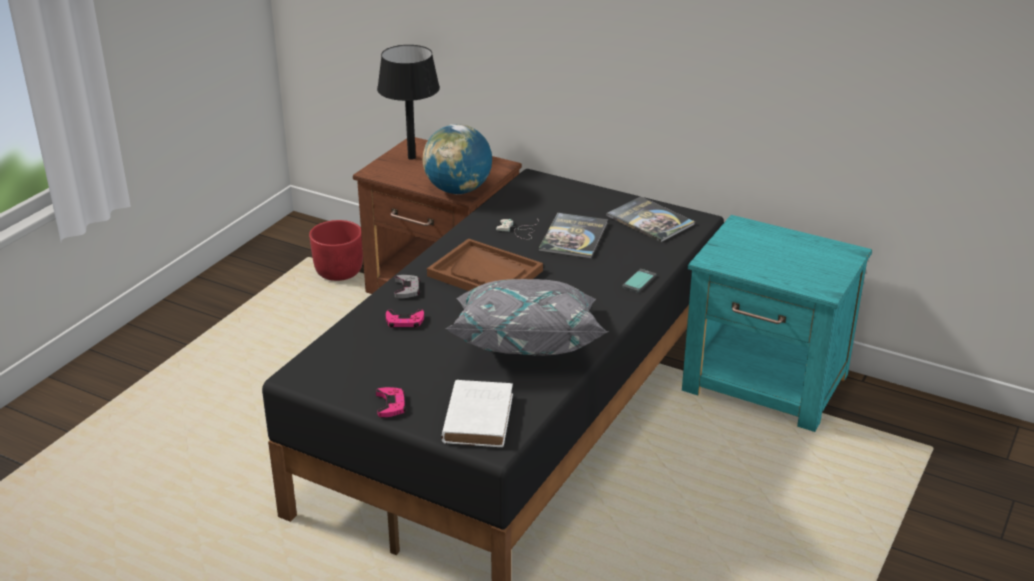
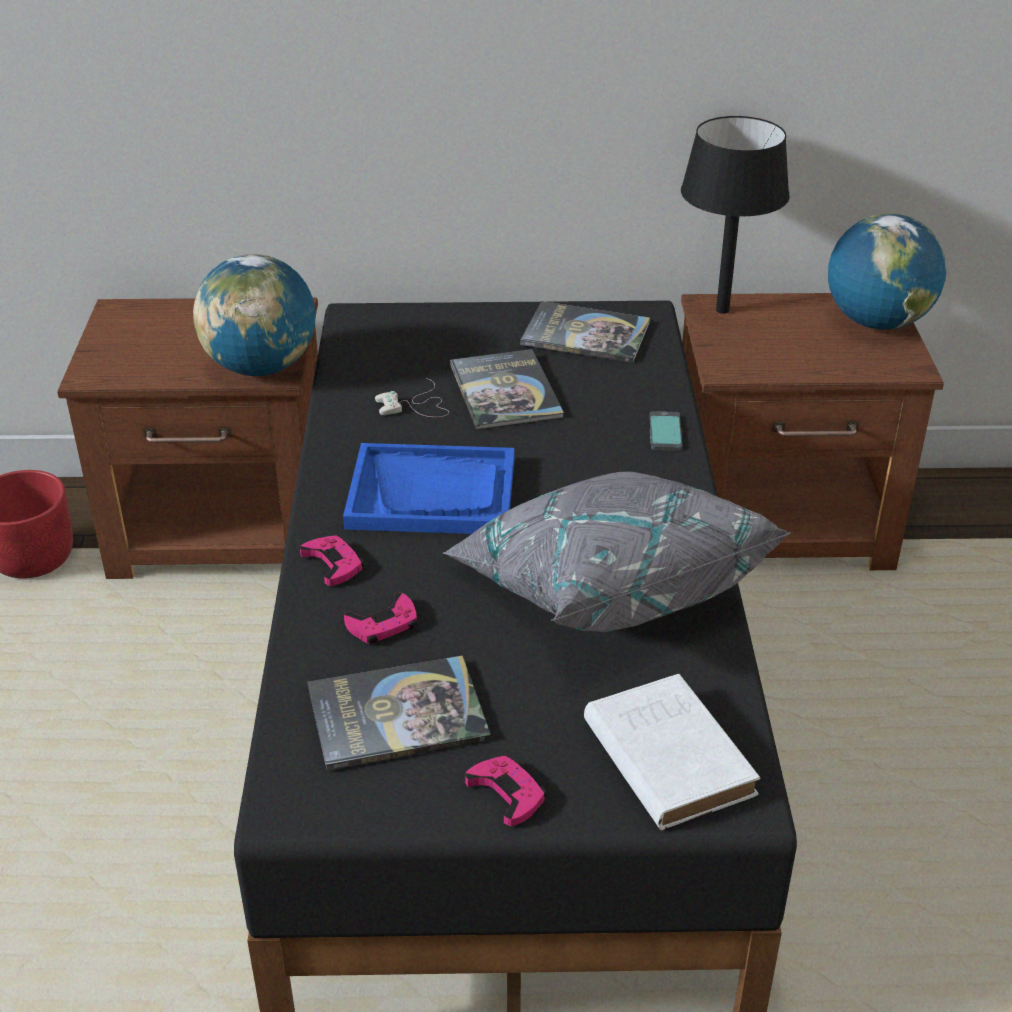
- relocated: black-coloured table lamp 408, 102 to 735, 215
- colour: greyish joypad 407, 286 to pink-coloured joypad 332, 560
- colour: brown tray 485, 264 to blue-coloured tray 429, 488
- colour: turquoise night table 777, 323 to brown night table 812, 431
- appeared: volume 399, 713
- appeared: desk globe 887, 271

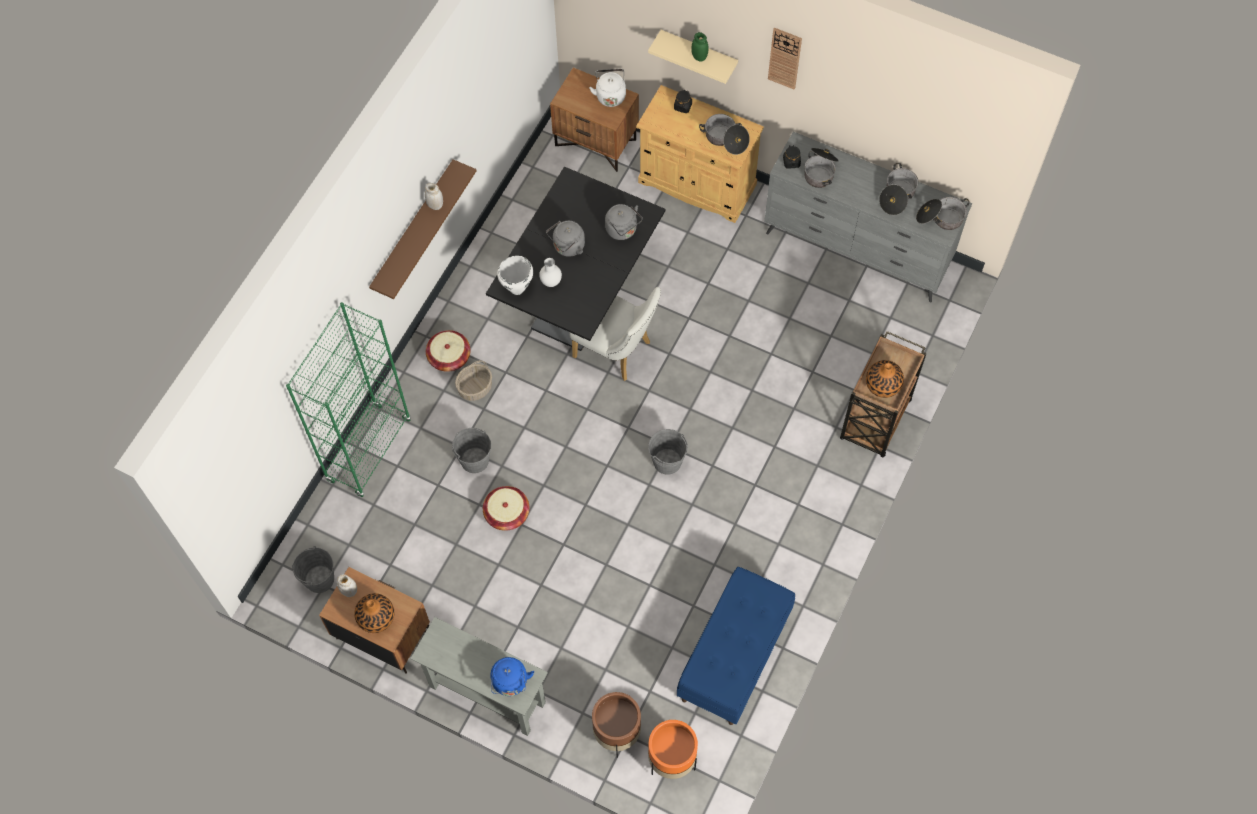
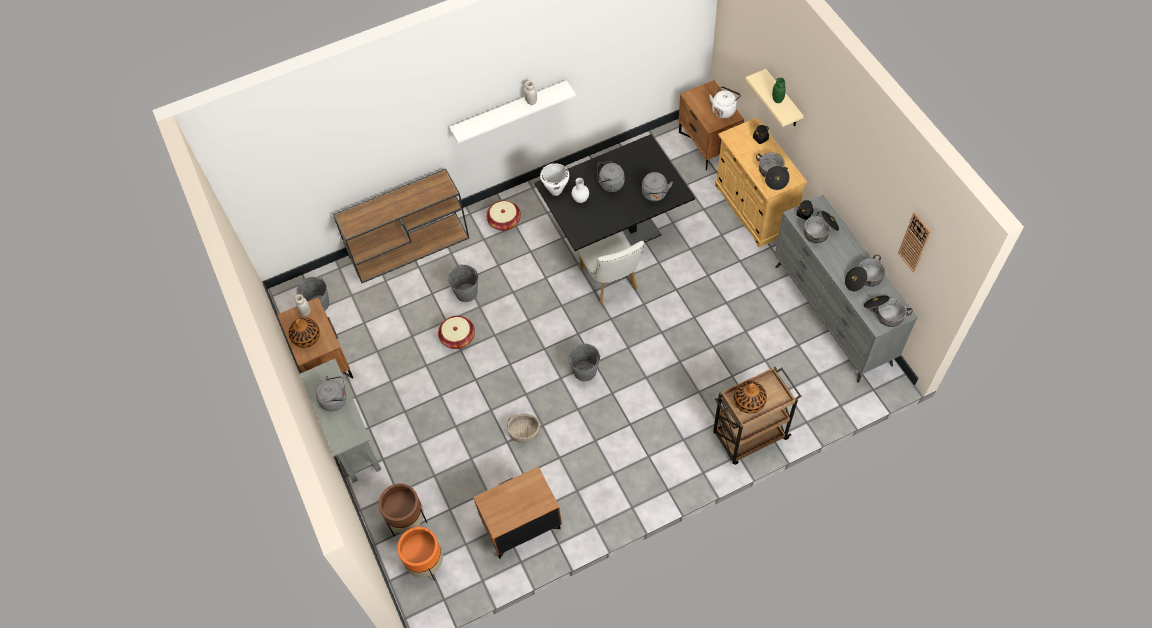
- exchanged: green shelving unit 348, 400 to brown console table 401, 226
- colour: brown wall shelf 422, 229 to whitish wall shelf 512, 111
- relocated: basket 473, 380 to 523, 428
- missing: blue-coloured tea kettle 512, 676
- exchanged: blue-coloured bench 736, 646 to brown night table 517, 512
- relocated: hanging clock 785, 58 to 914, 242
- appeared: greyish tea kettle 331, 394

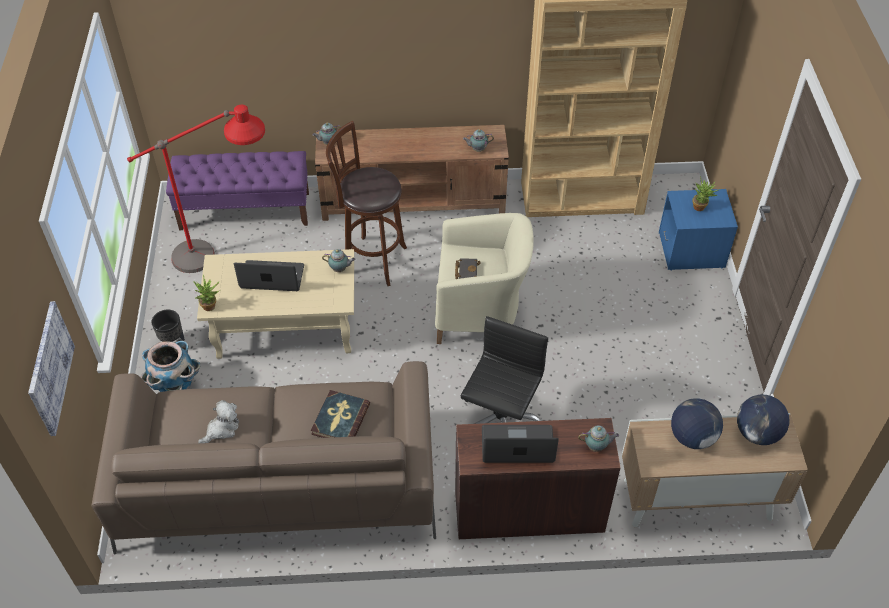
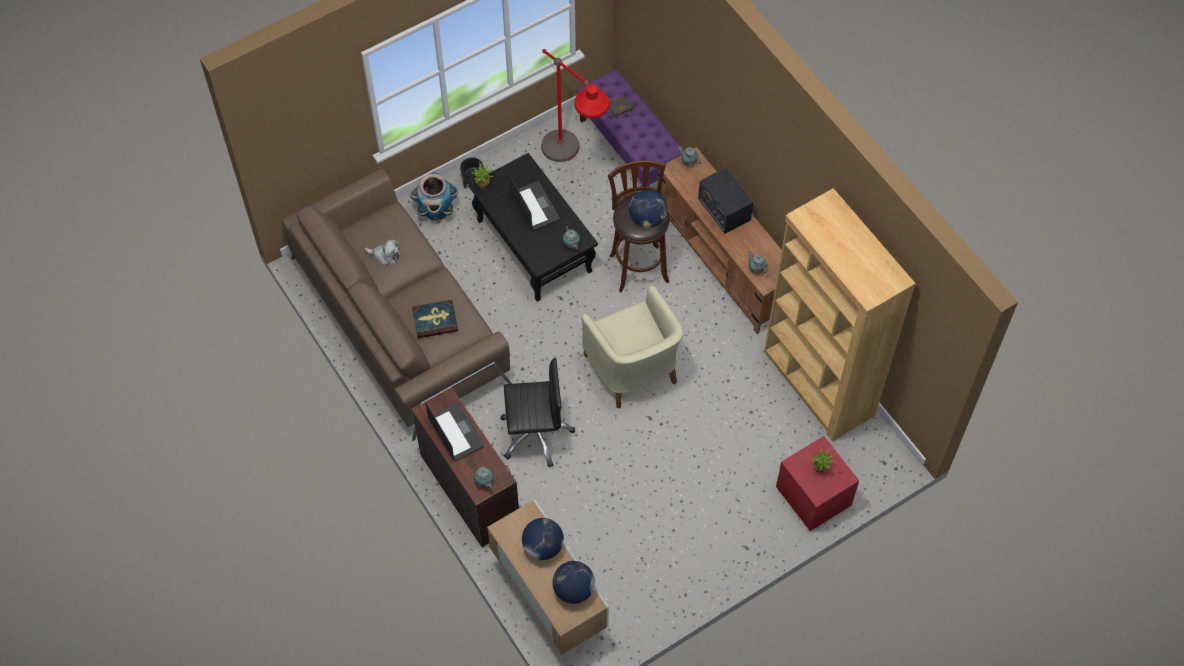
- missing: picture 51, 368
- colour: beige lounge table 275, 304 to black-coloured lounge table 533, 227
- relocated: black-coloured volume 467, 268 to 622, 107
- colour: blue-coloured night table 698, 230 to reddish night table 817, 483
- appeared: desk globe 648, 208
- appeared: radio 725, 201

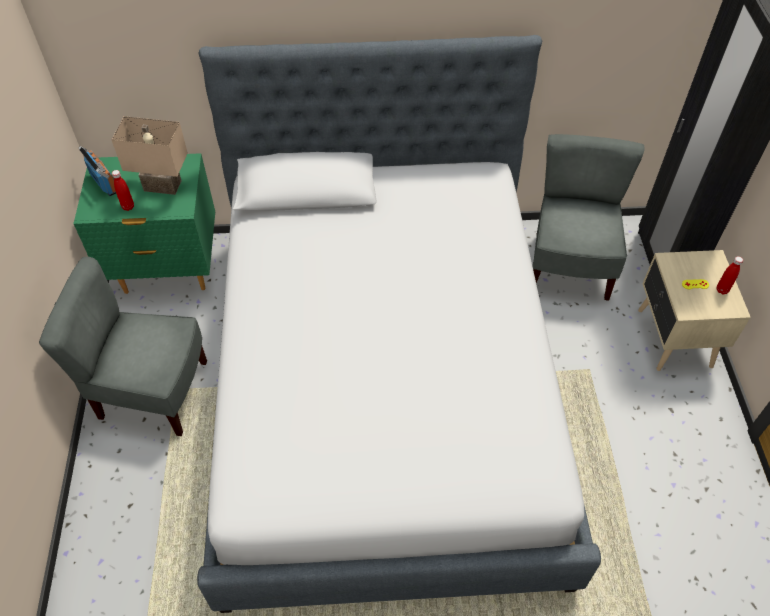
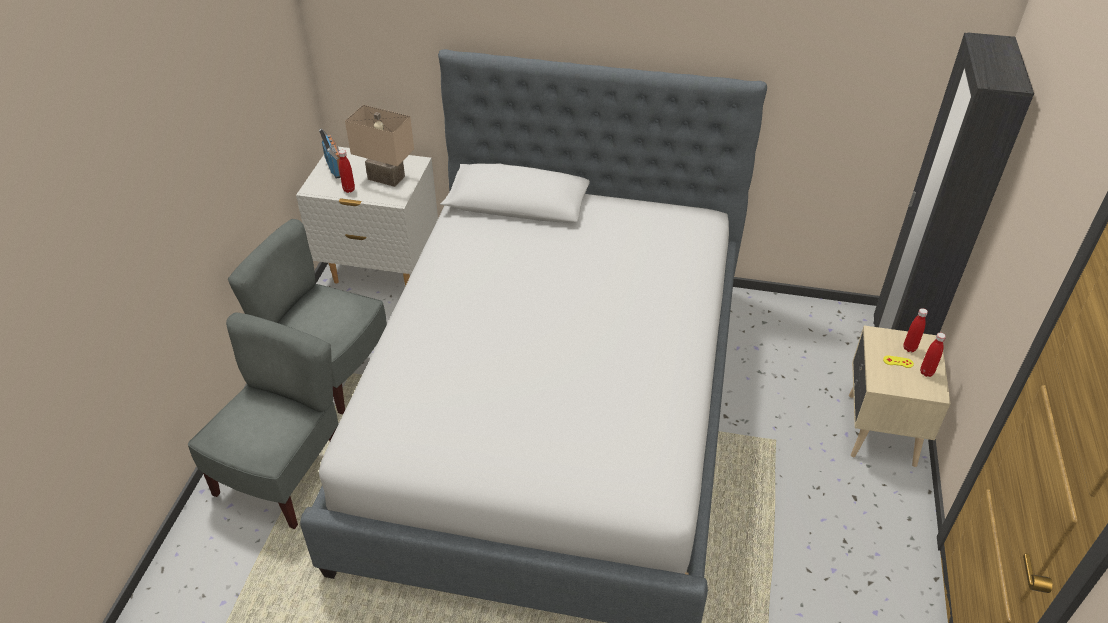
- colour: green night table 144, 223 to whitish night table 367, 216
- relocated: greyish chair 589, 217 to 263, 420
- appeared: reddish beverage bottle 915, 330

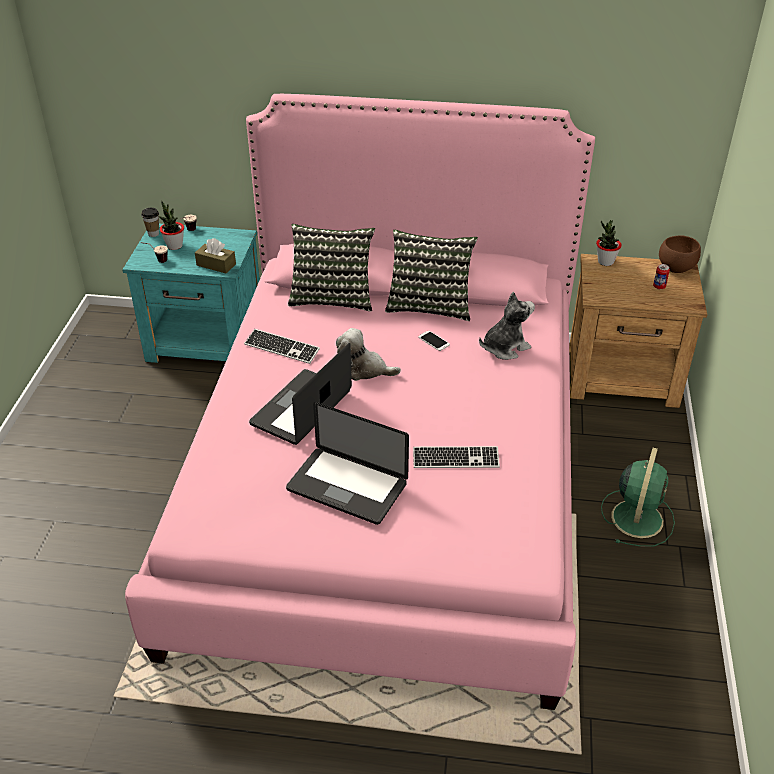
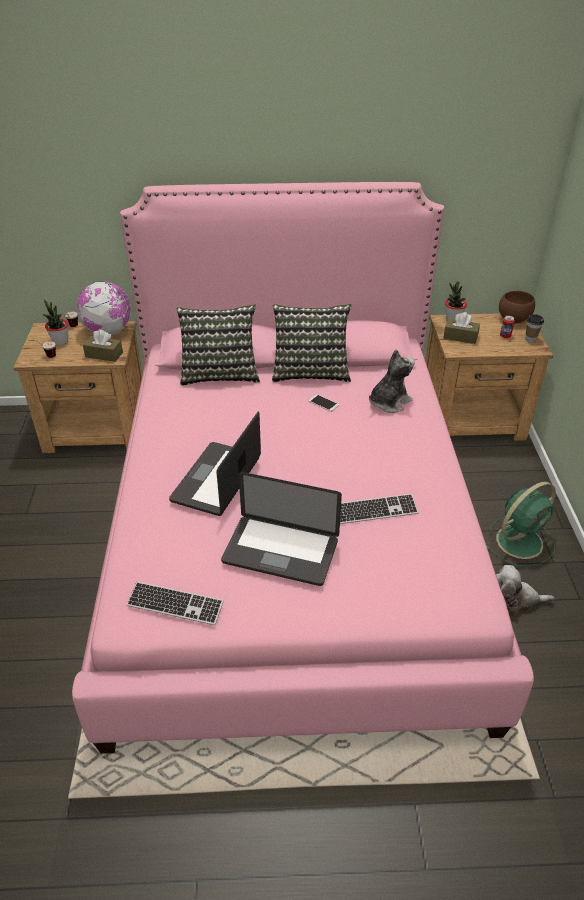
- colour: turquoise night table 191, 293 to brown night table 78, 387
- relocated: cup 150, 222 to 534, 328
- relocated: computer keyboard 282, 346 to 175, 603
- relocated: plush toy 368, 354 to 525, 589
- spun: green fan 638, 497 = 521, 524 45 degrees clockwise
- appeared: desk globe 104, 308
- appeared: brown tissue box 461, 328

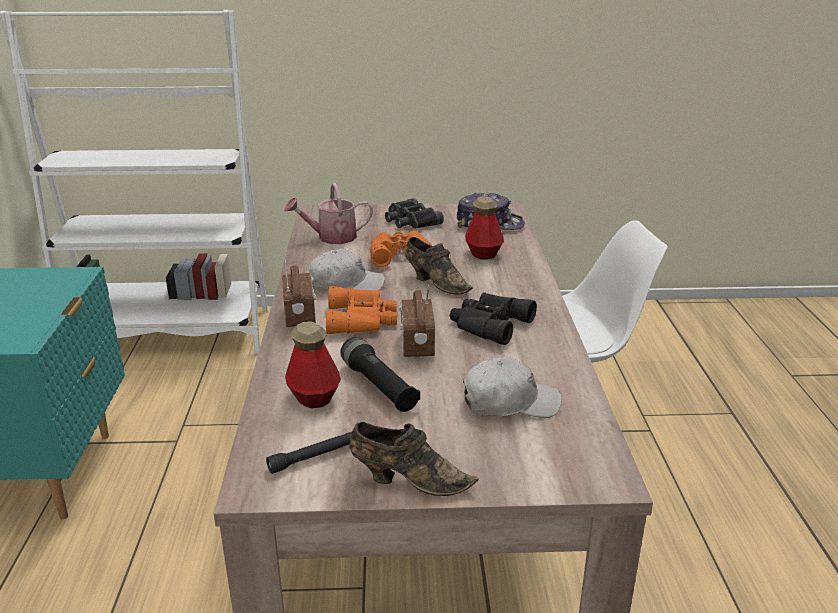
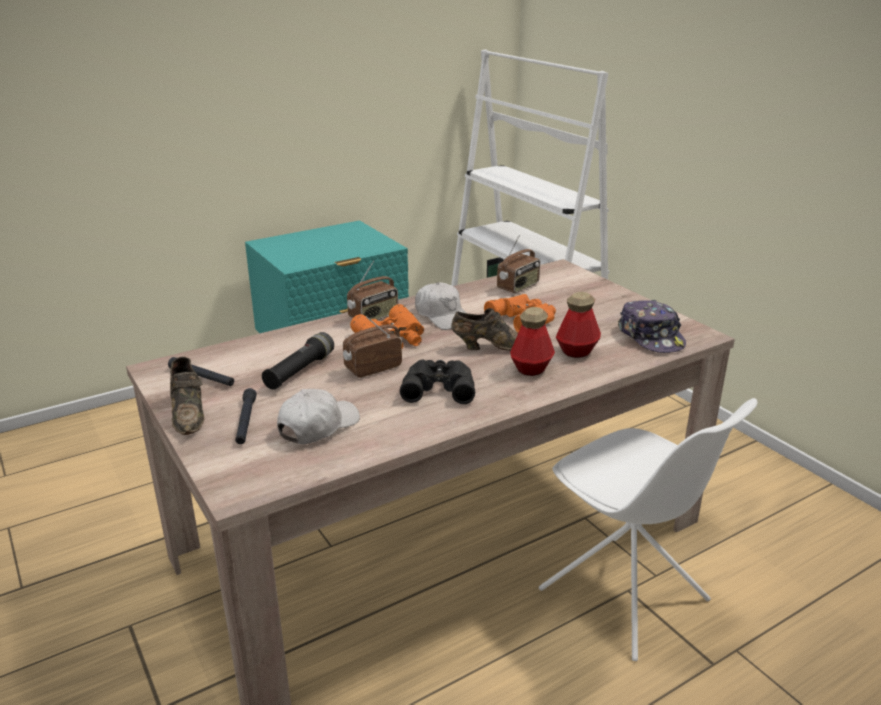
- exchanged: watering pot 328, 213 to radio 518, 264
- relocated: beverage bottle 313, 364 to 532, 341
- missing: black-coloured binoculars 414, 213
- spun: brown low shoe 439, 265 = 484, 329 105 degrees counterclockwise
- spun: whitish peaked cap 512, 387 = 318, 416 105 degrees counterclockwise
- appeared: black-coloured torch 245, 416

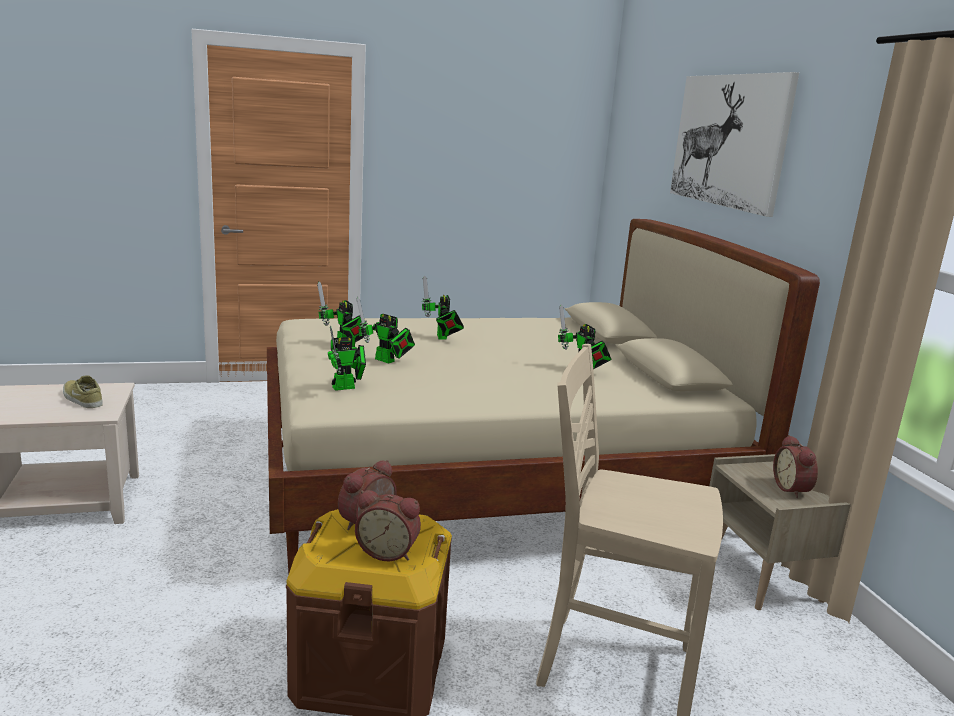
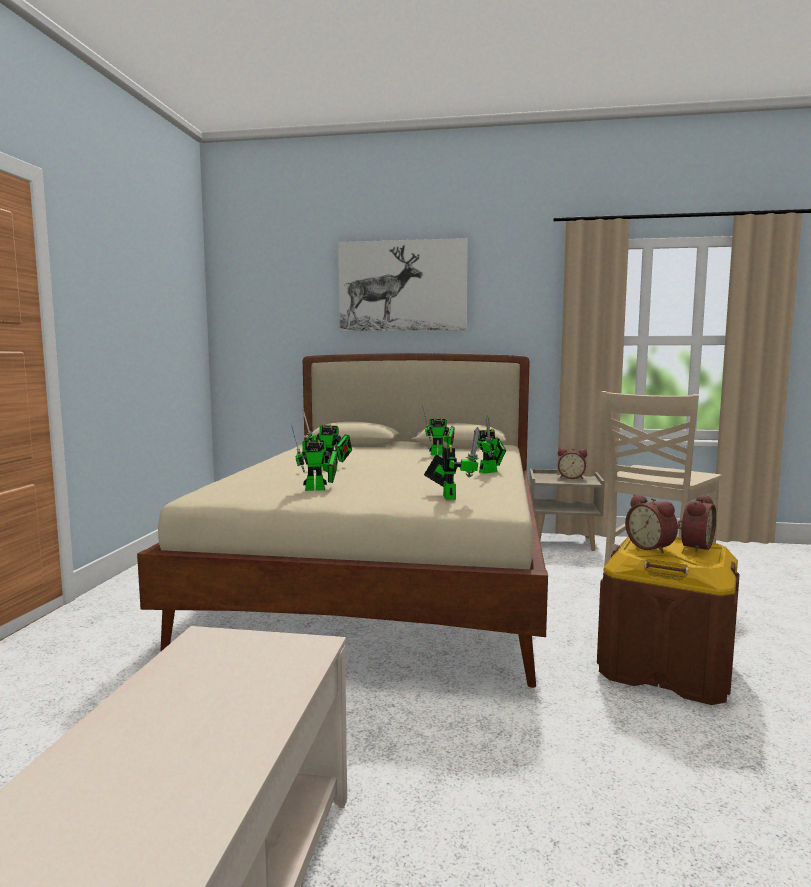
- missing: beige low shoe 83, 391
- relocated: model robot 386, 330 to 492, 444

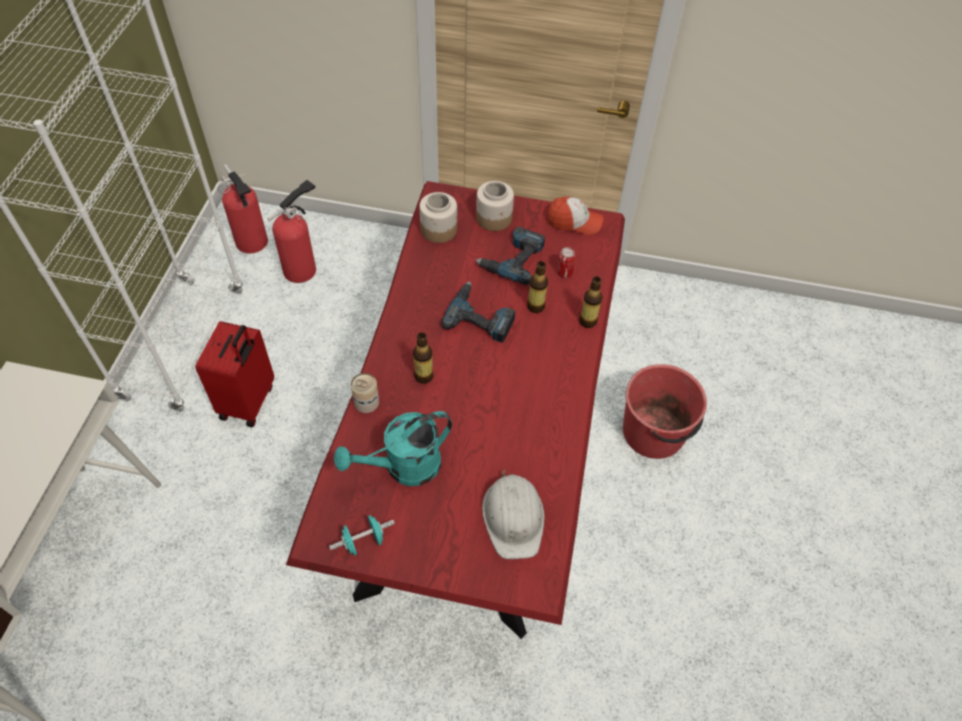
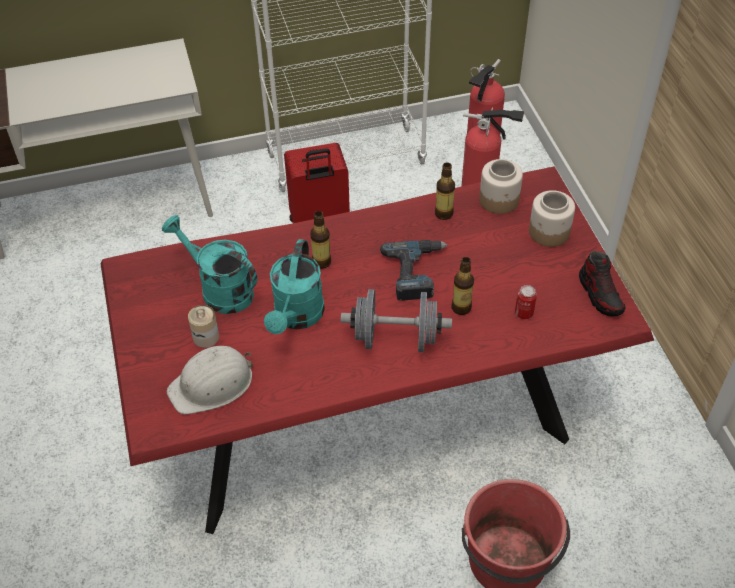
- missing: turquoise dumbbell 362, 535
- relocated: can 365, 393 to 203, 326
- missing: power drill 510, 256
- exchanged: peaked cap 575, 216 to low shoe 602, 284
- relocated: beverage bottle 591, 302 to 445, 191
- appeared: turquoise watering pot 294, 286
- appeared: greyish dumbbell 396, 320

